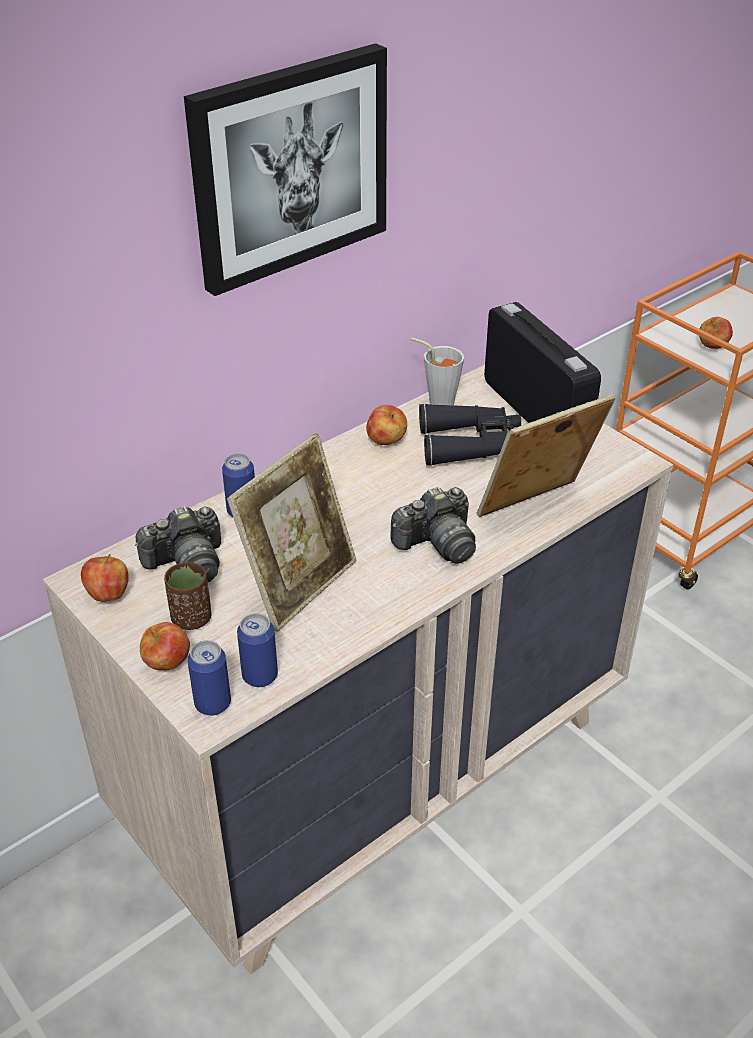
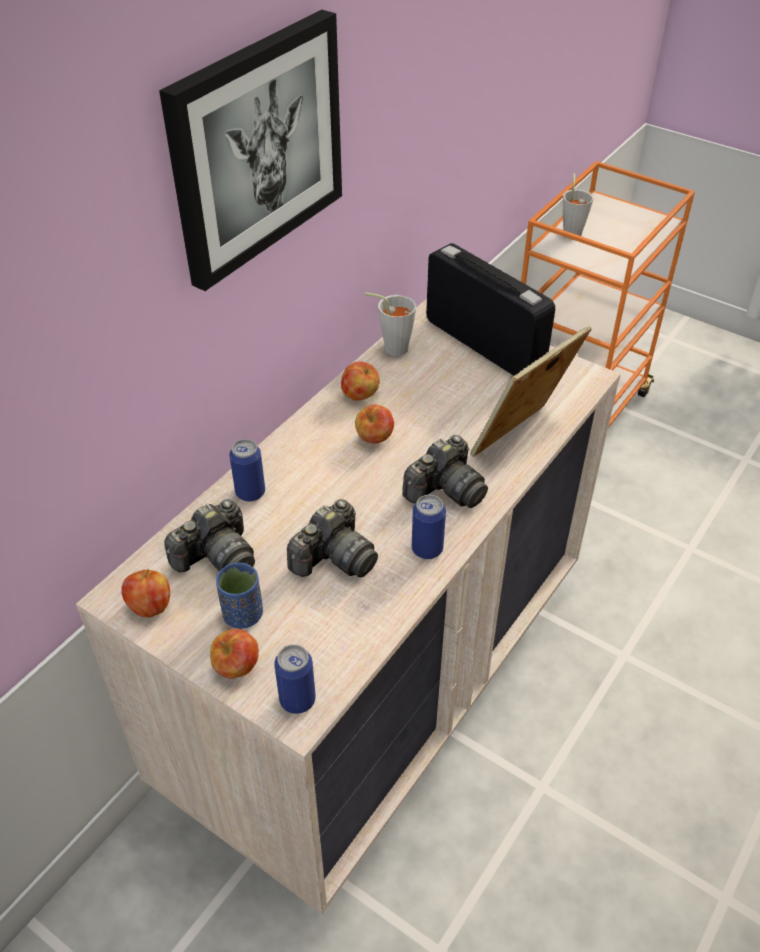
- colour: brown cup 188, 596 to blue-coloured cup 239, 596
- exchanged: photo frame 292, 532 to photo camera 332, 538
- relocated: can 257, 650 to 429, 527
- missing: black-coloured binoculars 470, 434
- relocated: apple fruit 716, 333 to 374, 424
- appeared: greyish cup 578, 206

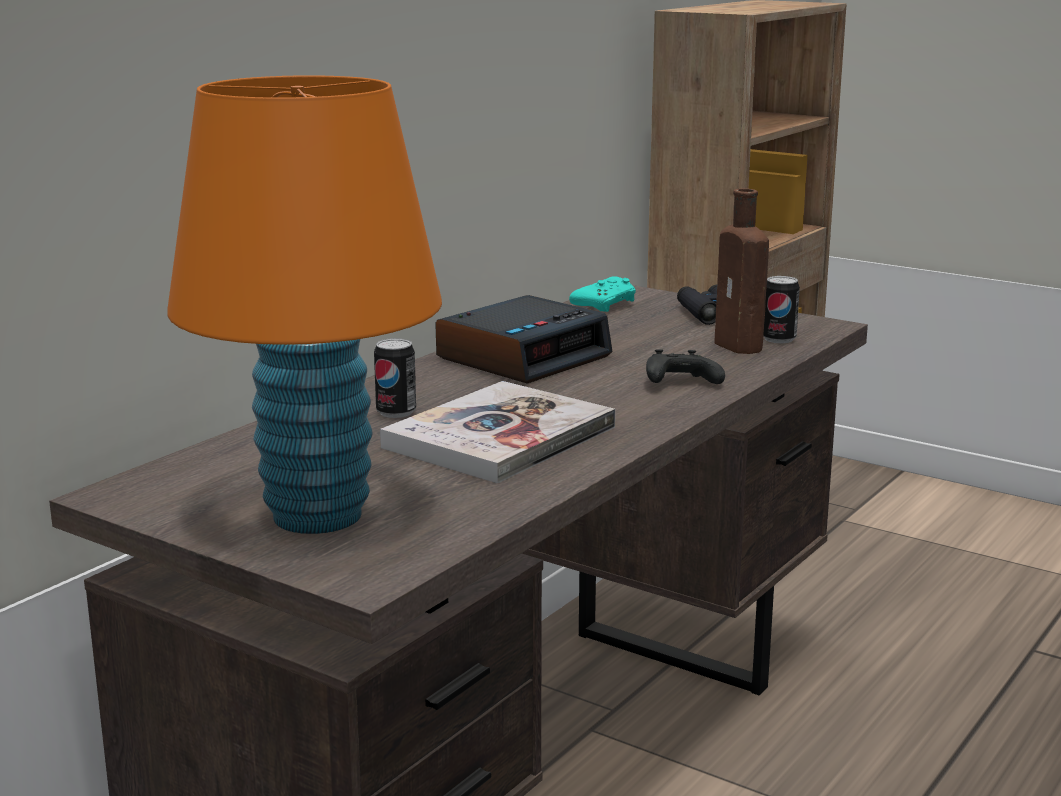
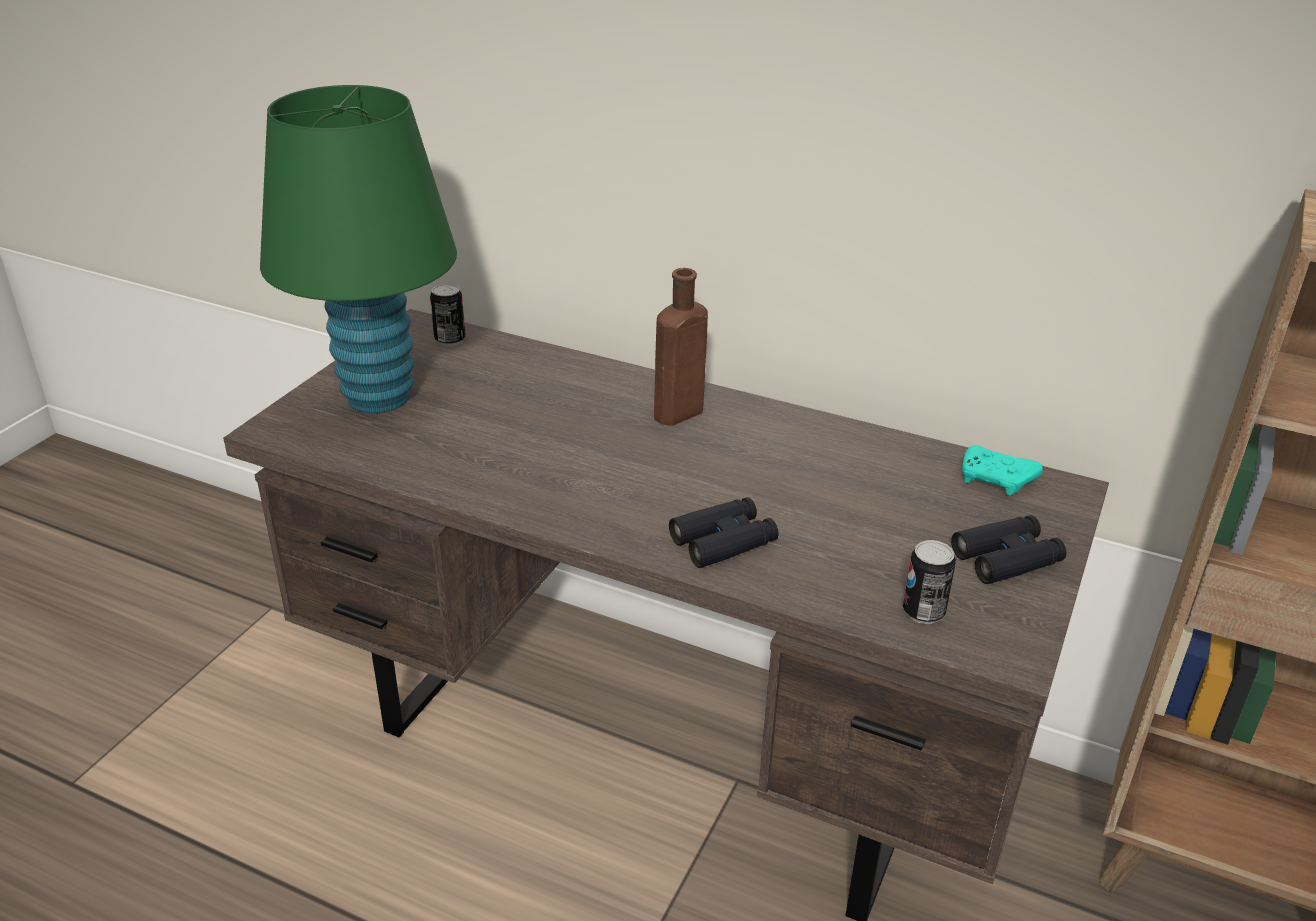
- colour: orange-coloured table lamp 304, 304 to green table lamp 358, 249
- relocated: can 395, 378 to 448, 314
- missing: volume 497, 432
- missing: alarm clock 524, 339
- exchanged: black-coloured joypad 685, 366 to black-coloured binoculars 723, 532
- relocated: brown beverage bottle 741, 271 to 681, 347

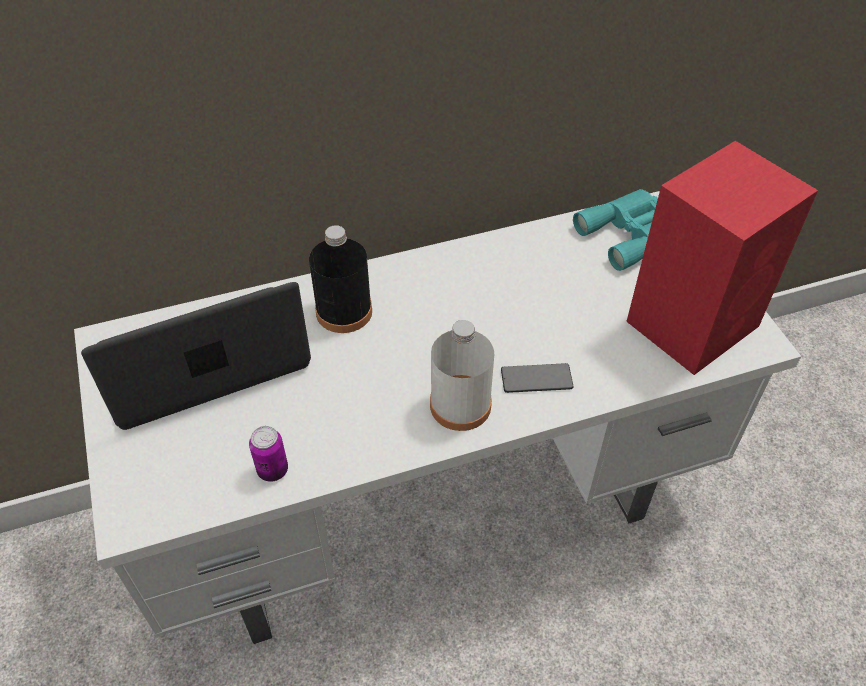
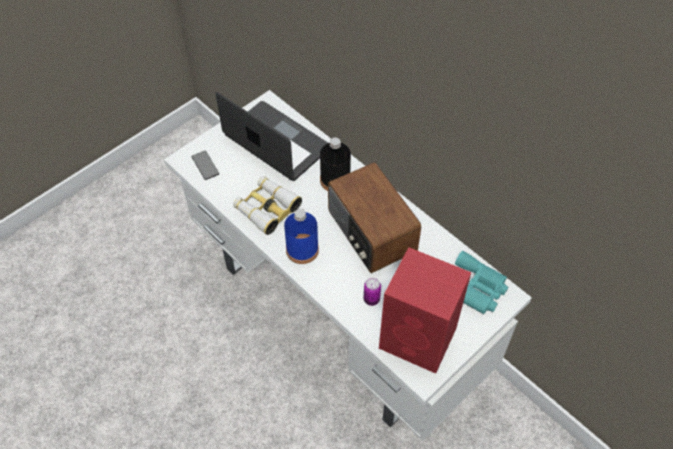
- relocated: can 268, 454 to 372, 292
- colour: whitish beverage bottle 462, 375 to blue-coloured beverage bottle 301, 236
- relocated: telephone 537, 378 to 205, 165
- appeared: binoculars 267, 205
- appeared: radio 374, 217

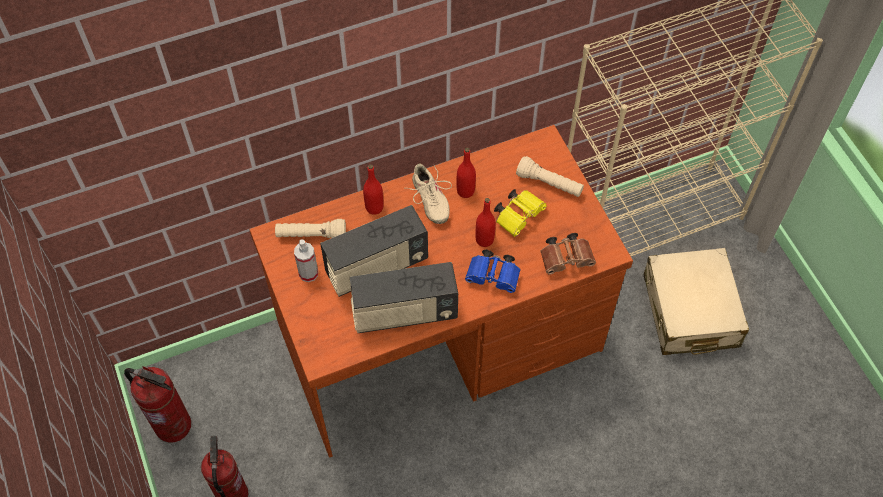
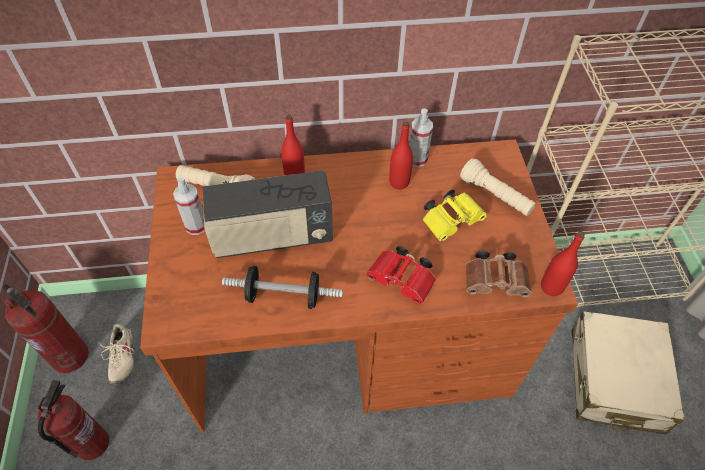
- exchanged: radio 404, 297 to dumbbell 282, 287
- relocated: beige low shoe 429, 193 to 116, 354
- colour: blue-coloured binoculars 492, 271 to reddish binoculars 401, 275
- relocated: reddish beverage bottle 485, 222 to 563, 263
- appeared: hand sprayer 421, 137

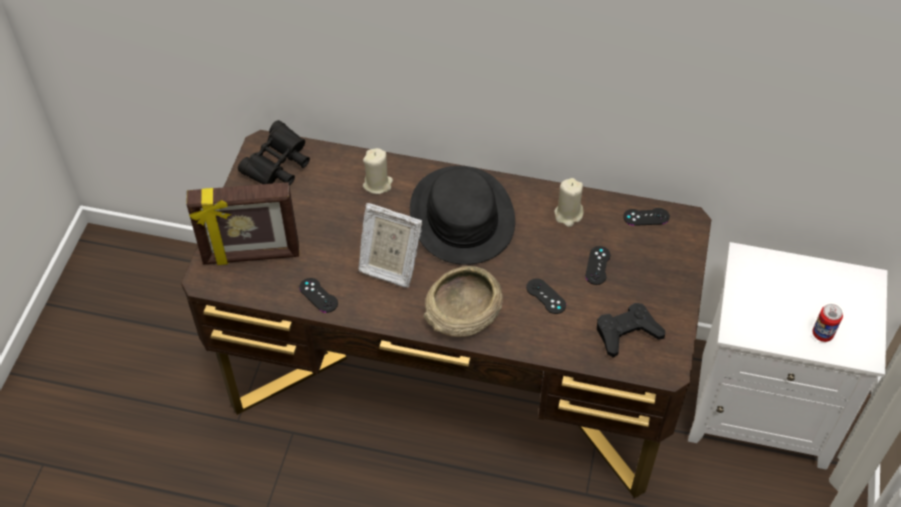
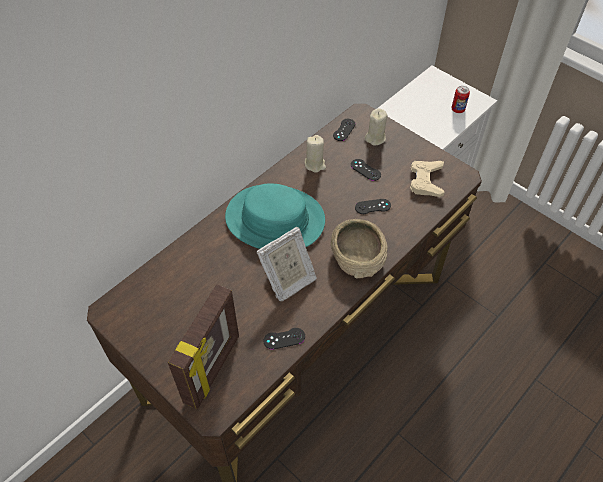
- missing: black-coloured binoculars 274, 153
- relocated: beige candle 378, 171 to 376, 127
- colour: black-coloured clothing hat 462, 215 to turquoise clothing hat 275, 216
- colour: black-coloured joypad 631, 330 to beige joypad 427, 179

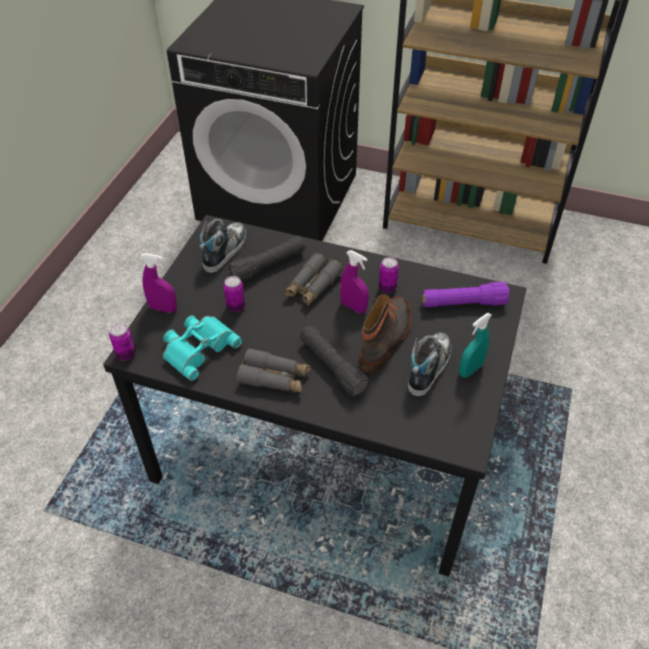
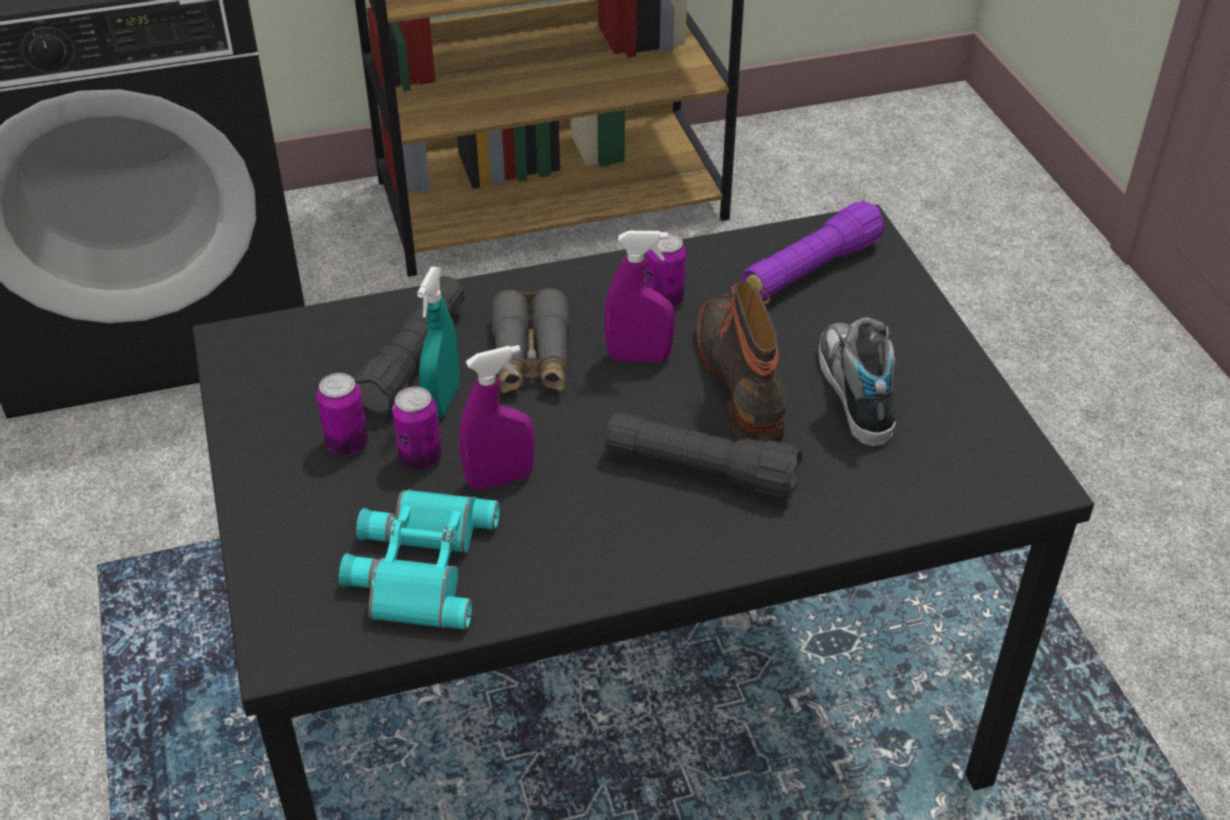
- relocated: can 122, 342 to 342, 414
- relocated: purple-coloured hand sprayer 159, 283 to 497, 417
- missing: low shoe 222, 246
- missing: greyish binoculars 274, 370
- relocated: turquoise hand sprayer 475, 345 to 438, 342

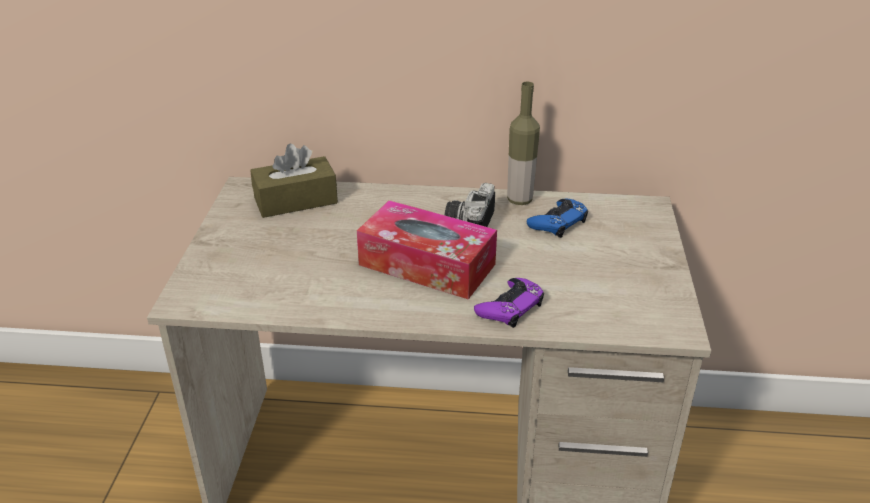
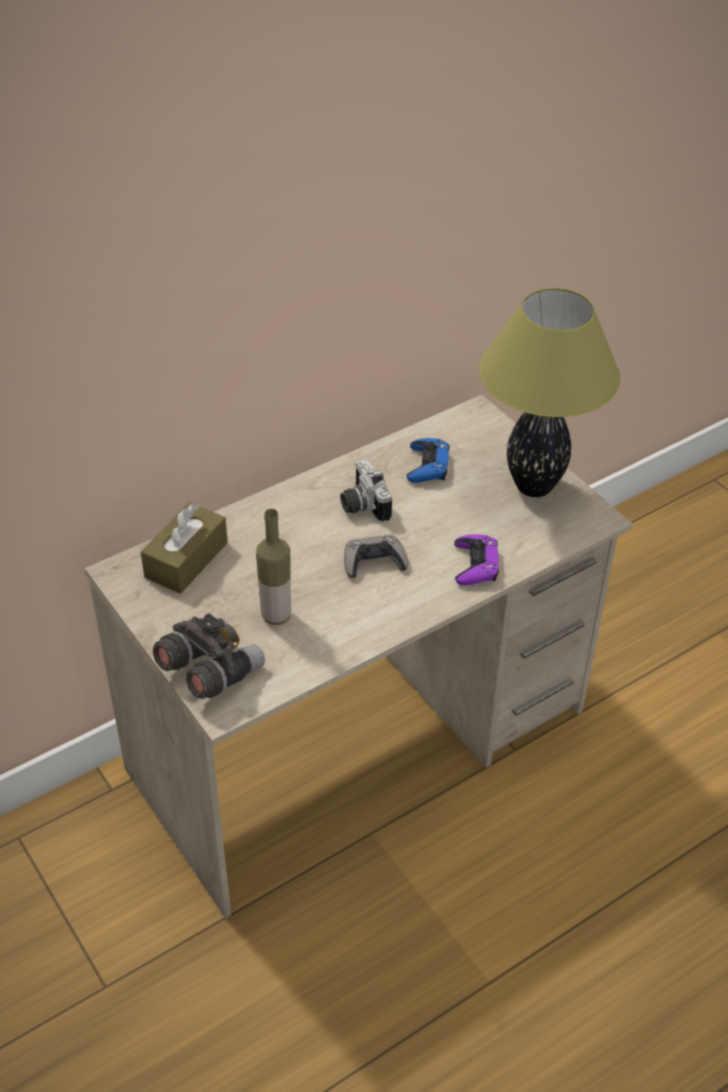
- exchanged: tissue box 427, 249 to greyish joypad 376, 556
- relocated: beverage bottle 523, 143 to 273, 567
- appeared: greyish binoculars 209, 656
- appeared: table lamp 549, 392

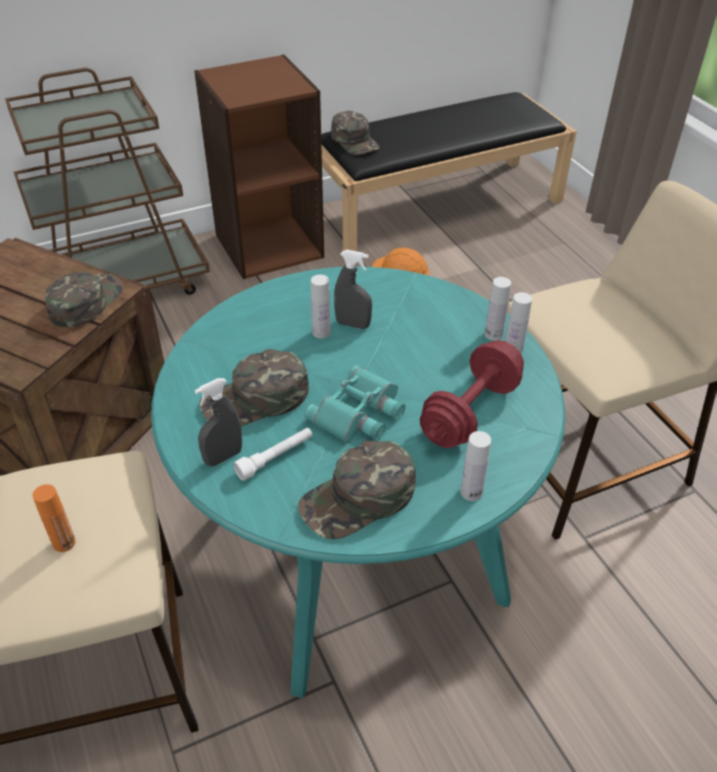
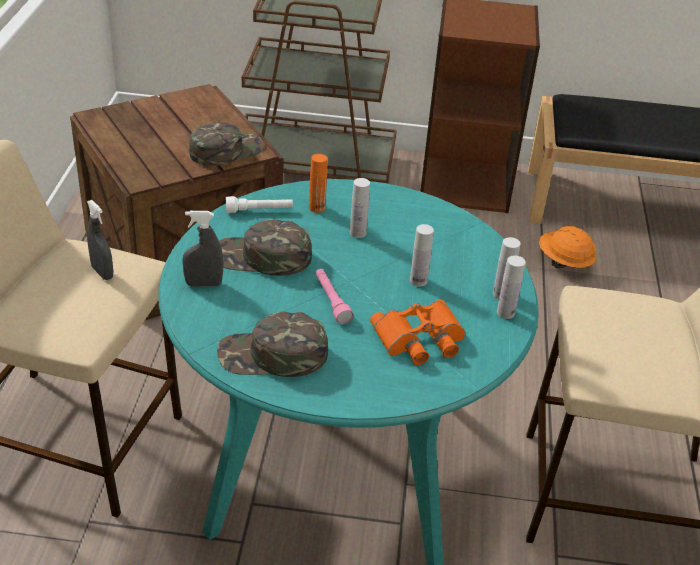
- relocated: orange-coloured beverage bottle 54, 518 to 318, 183
- relocated: whitish torch 273, 454 to 259, 204
- exchanged: turquoise binoculars 354, 404 to pink-coloured torch 334, 296
- missing: green peaked cap 355, 133
- relocated: greyish hand sprayer 353, 289 to 100, 240
- exchanged: reddish dumbbell 472, 394 to orange-coloured binoculars 418, 332
- relocated: whitish beverage bottle 476, 466 to 422, 255

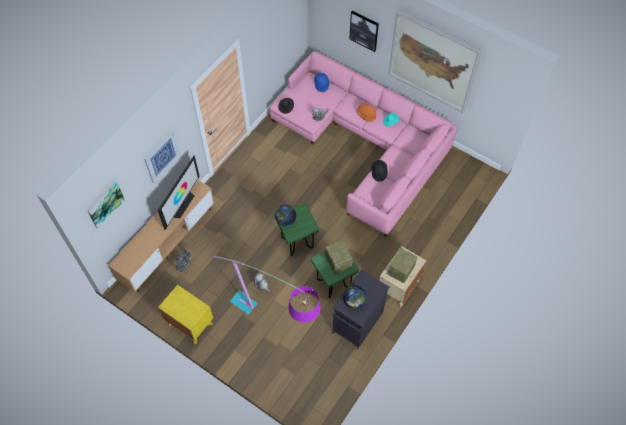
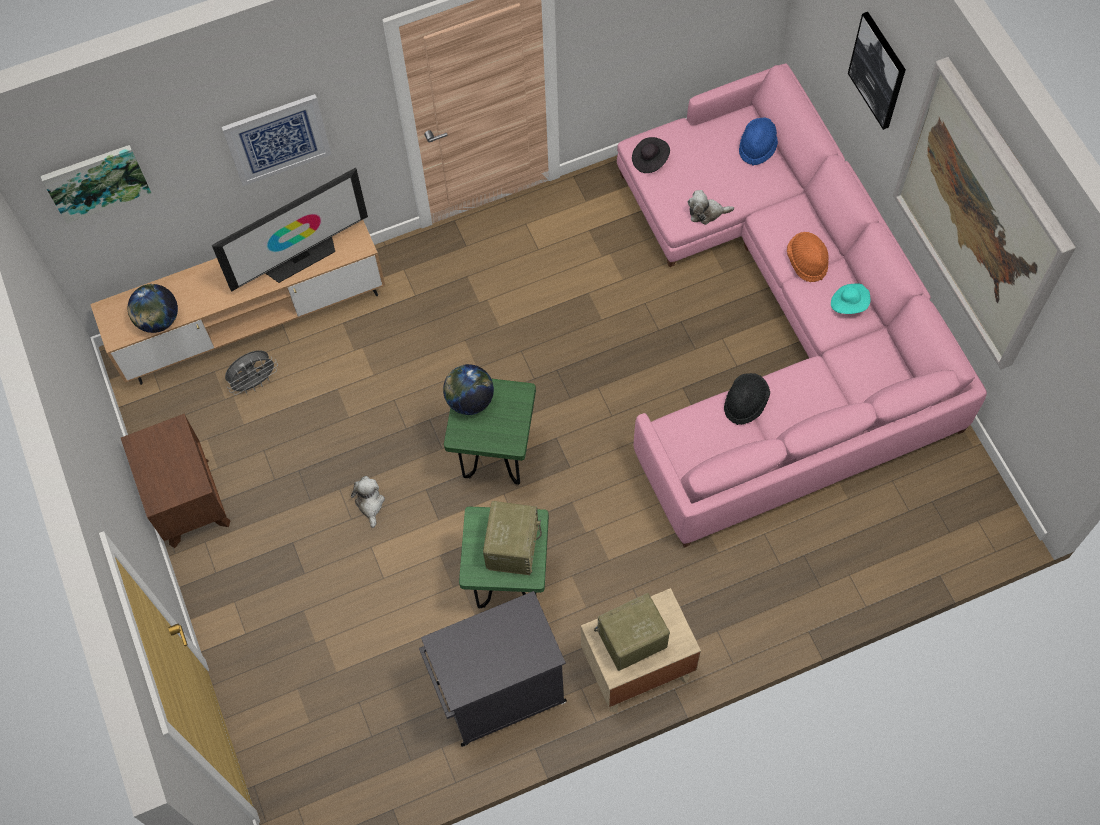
- colour: yellow night table 185, 314 to brown night table 175, 481
- missing: standard lamp 266, 288
- relocated: desk globe 355, 297 to 153, 308

